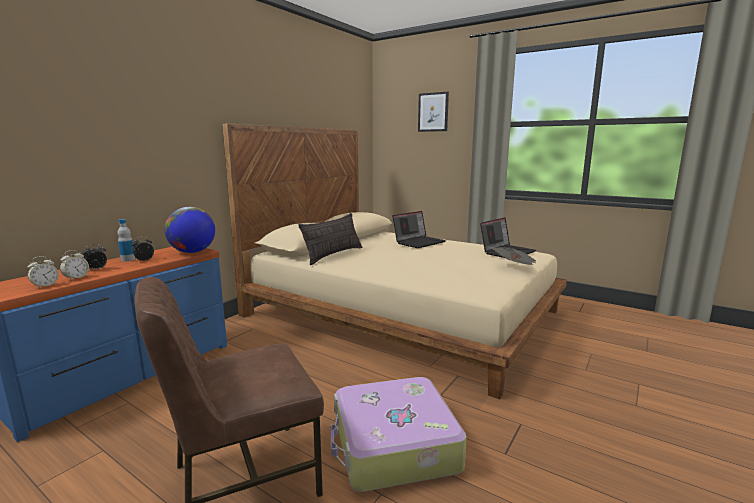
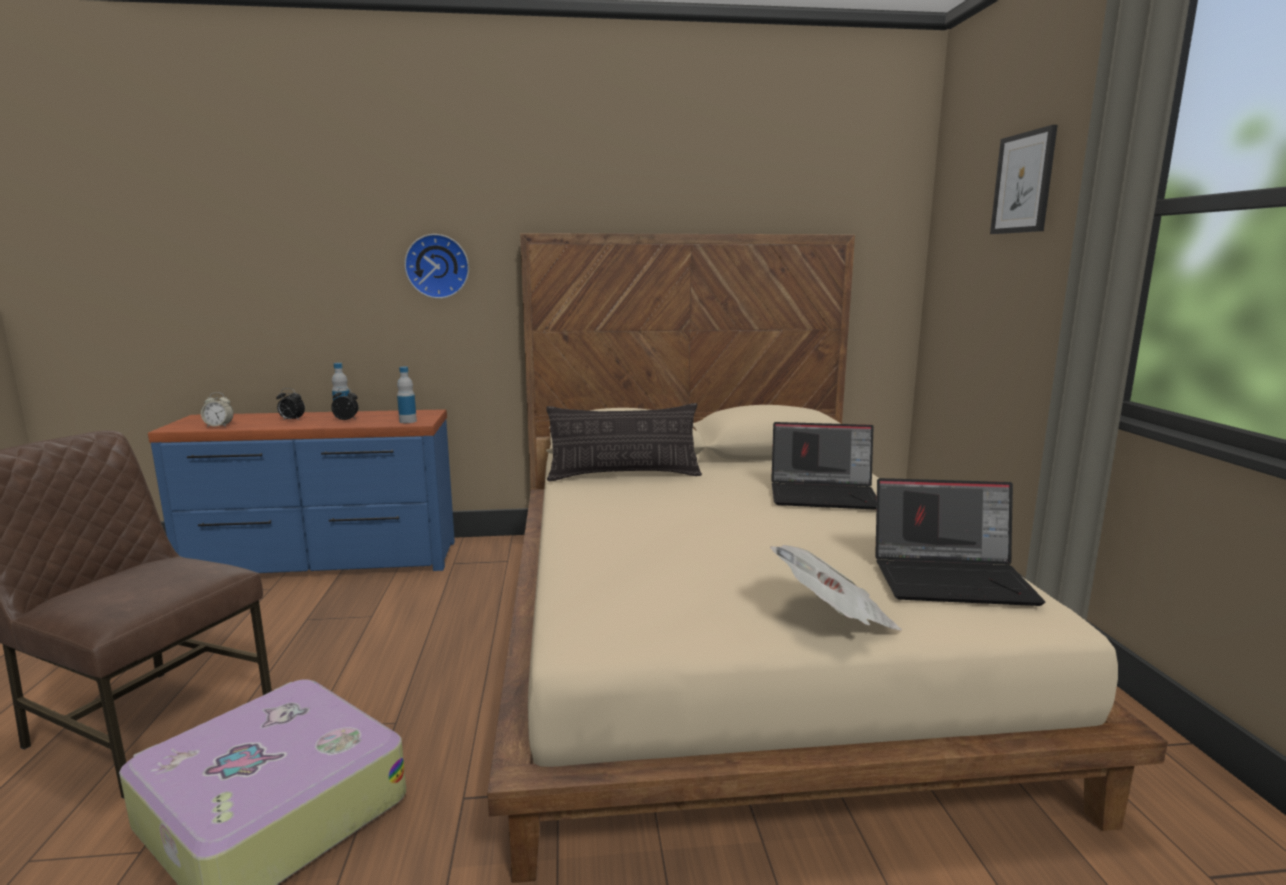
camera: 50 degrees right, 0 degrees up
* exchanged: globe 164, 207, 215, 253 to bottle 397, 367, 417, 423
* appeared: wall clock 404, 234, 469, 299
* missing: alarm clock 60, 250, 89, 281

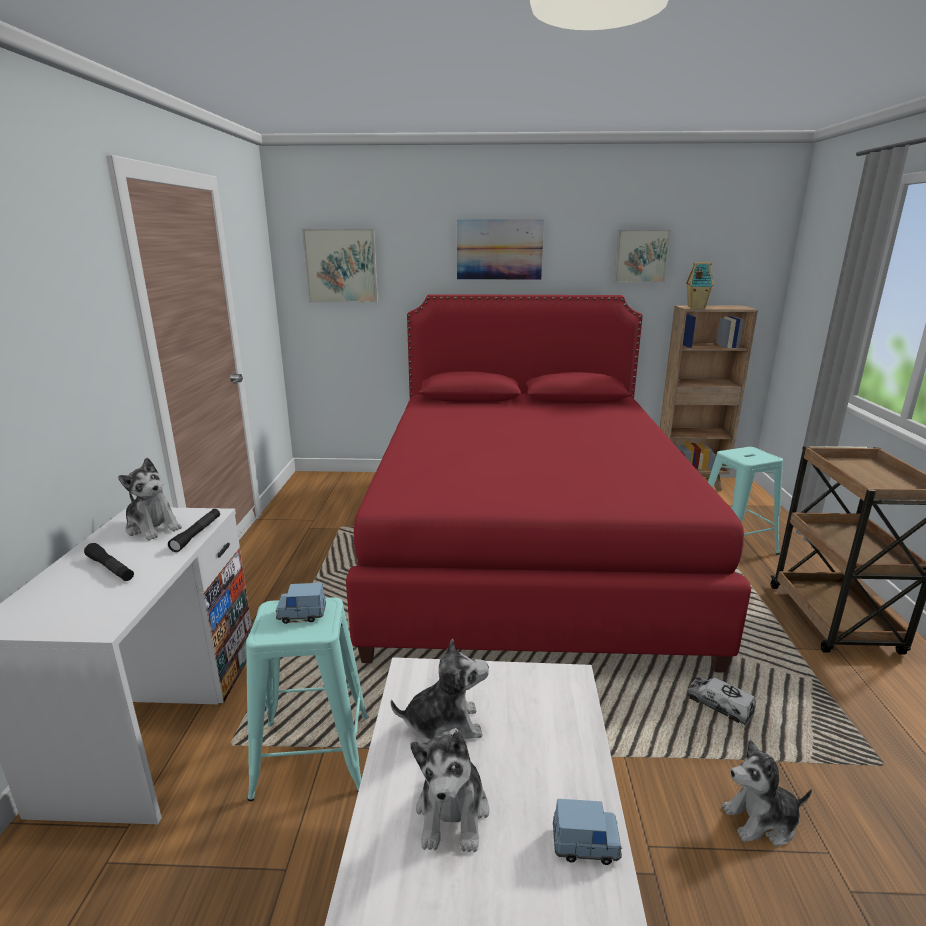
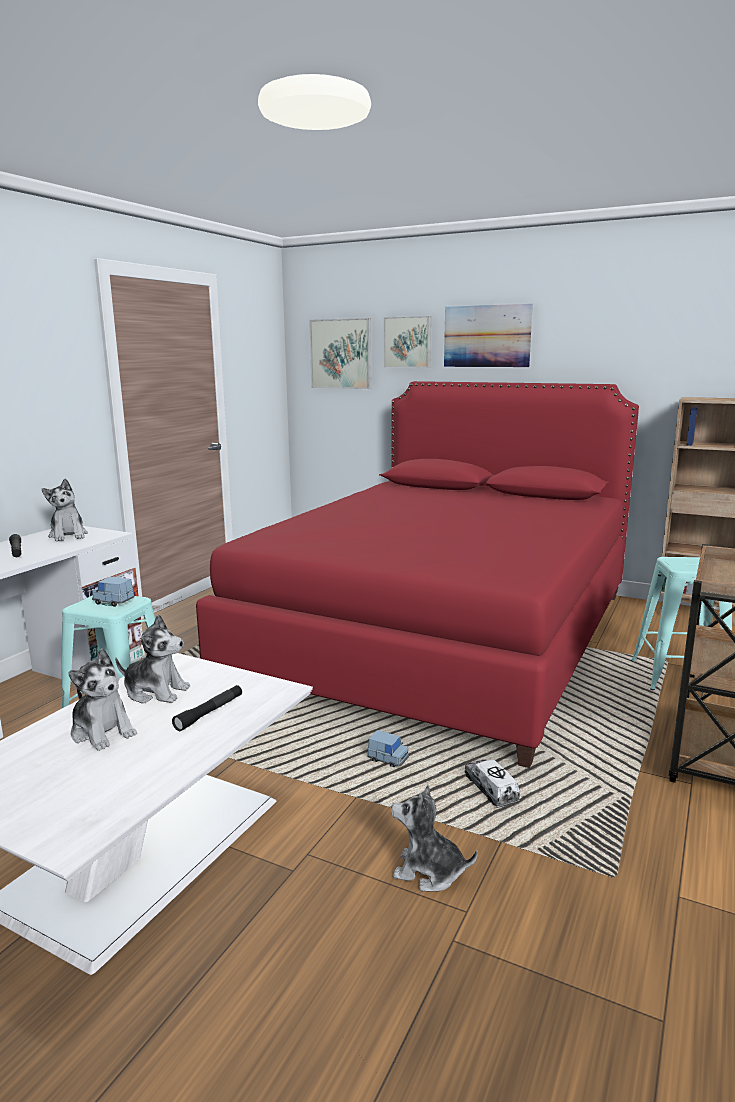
camera: 25 degrees right, 5 degrees down
* spun: plush toy 410, 730, 489, 853 = 68, 648, 137, 751 75 degrees counterclockwise
* relocated: flashlight (black) 168, 509, 220, 552 to 172, 685, 242, 731
* relocated: toy car (blue) 553, 799, 622, 865 to 367, 730, 409, 767
* relocated: picture 614, 230, 671, 283 to 384, 316, 431, 368
* missing: toy house 686, 262, 714, 309

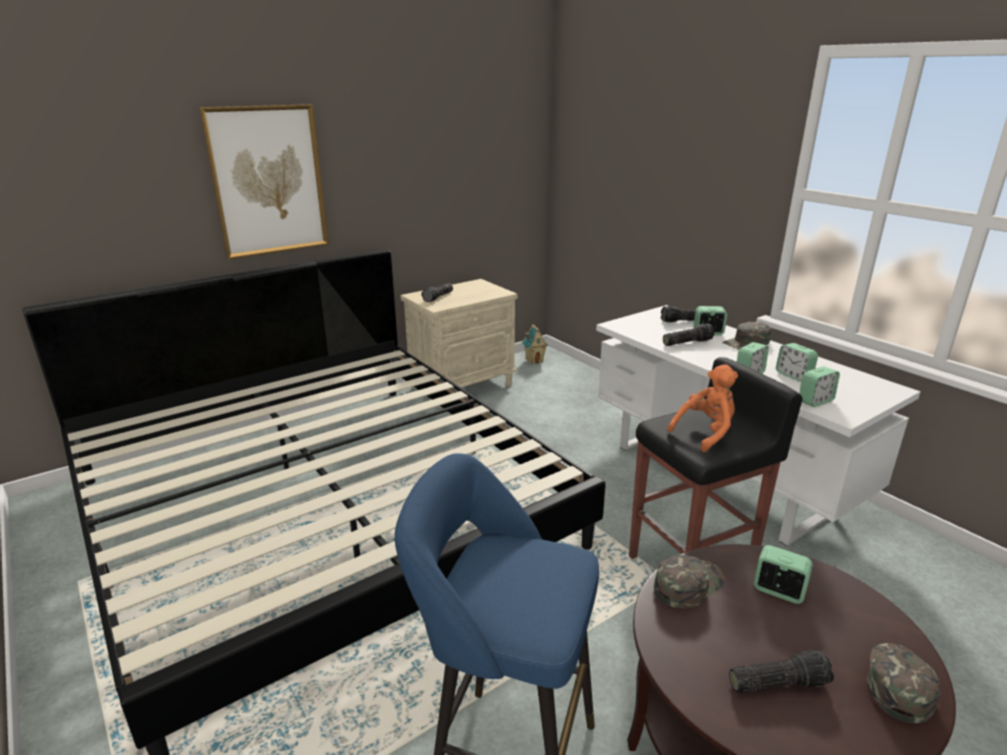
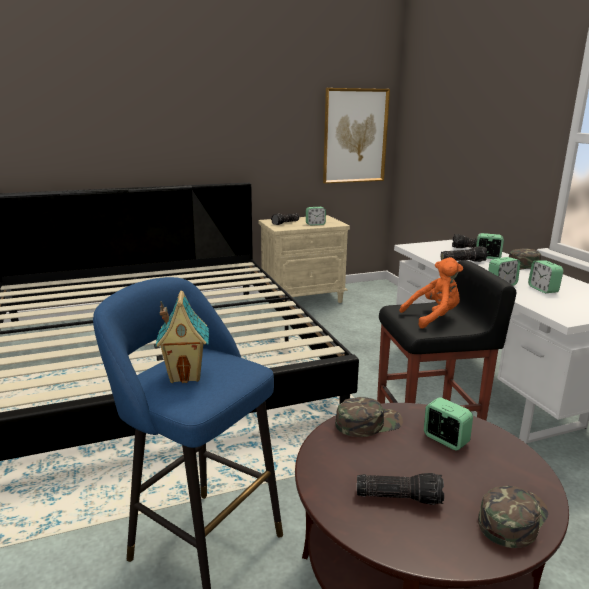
camera: 15 degrees right, 5 degrees down
* relocated: toy house 522, 324, 548, 365 to 155, 291, 209, 383
* relocated: alarm clock 799, 366, 840, 407 to 306, 207, 326, 226
* relocated: picture 199, 104, 329, 259 to 323, 88, 390, 184

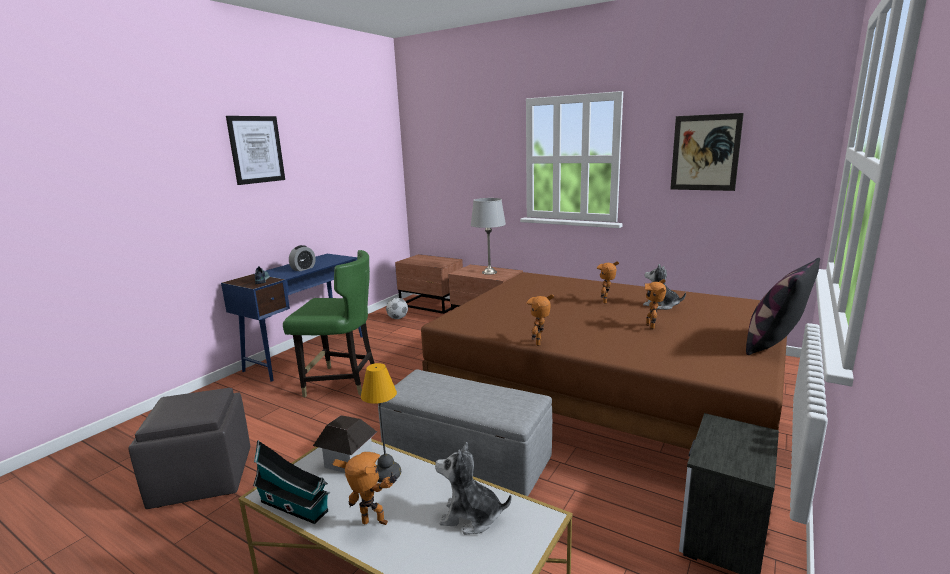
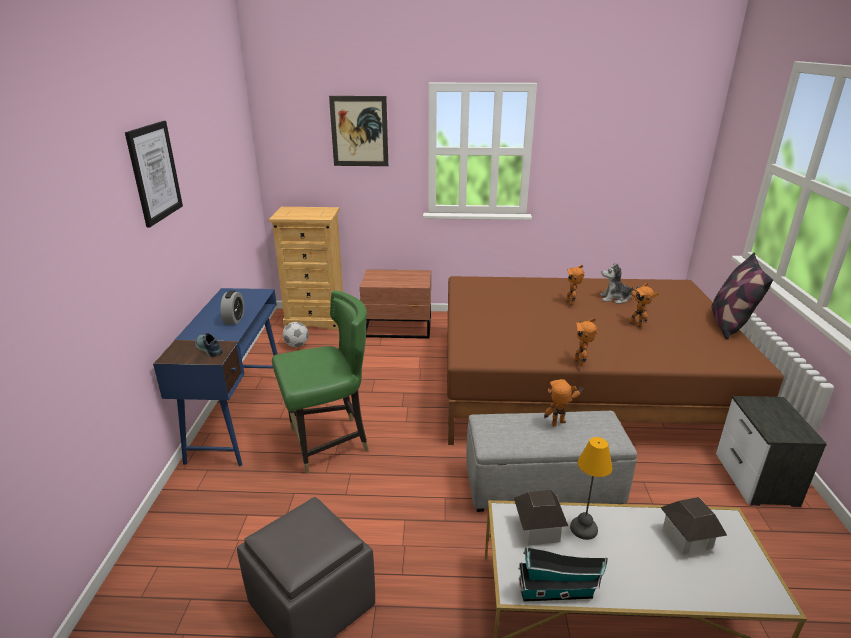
camera: 30 degrees left, 10 degrees up
* exchanged: nightstand (brown) 395, 254, 463, 314 to dresser (beige) 269, 207, 343, 330
* relocated: picture 670, 113, 744, 191 to 329, 96, 388, 166
* relocated: toy robot 333, 452, 399, 525 to 544, 379, 584, 427
* exchanged: plush toy 435, 442, 512, 535 to toy house 660, 497, 727, 555
* missing: table lamp (grey) 471, 198, 506, 275

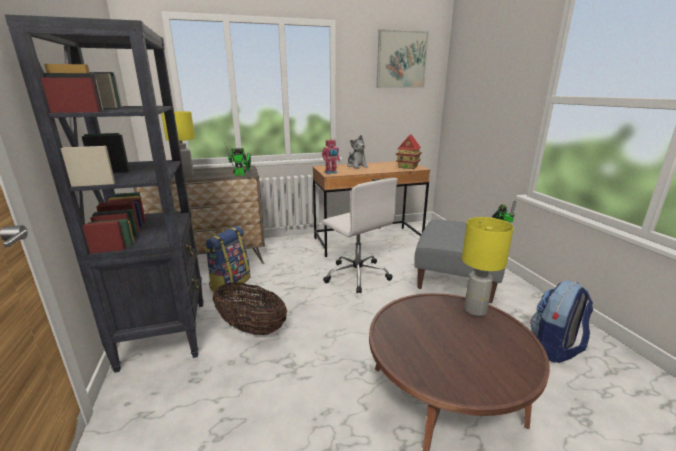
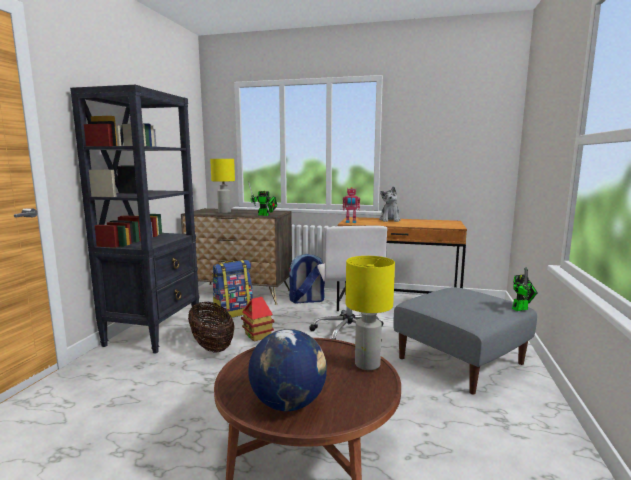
camera: 30 degrees right, 10 degrees down
* relocated: toy house 396, 134, 422, 169 to 241, 297, 275, 341
* appeared: globe 249, 329, 327, 411
* relocated: backpack 530, 280, 593, 363 to 289, 254, 325, 304
* missing: picture 376, 29, 429, 88

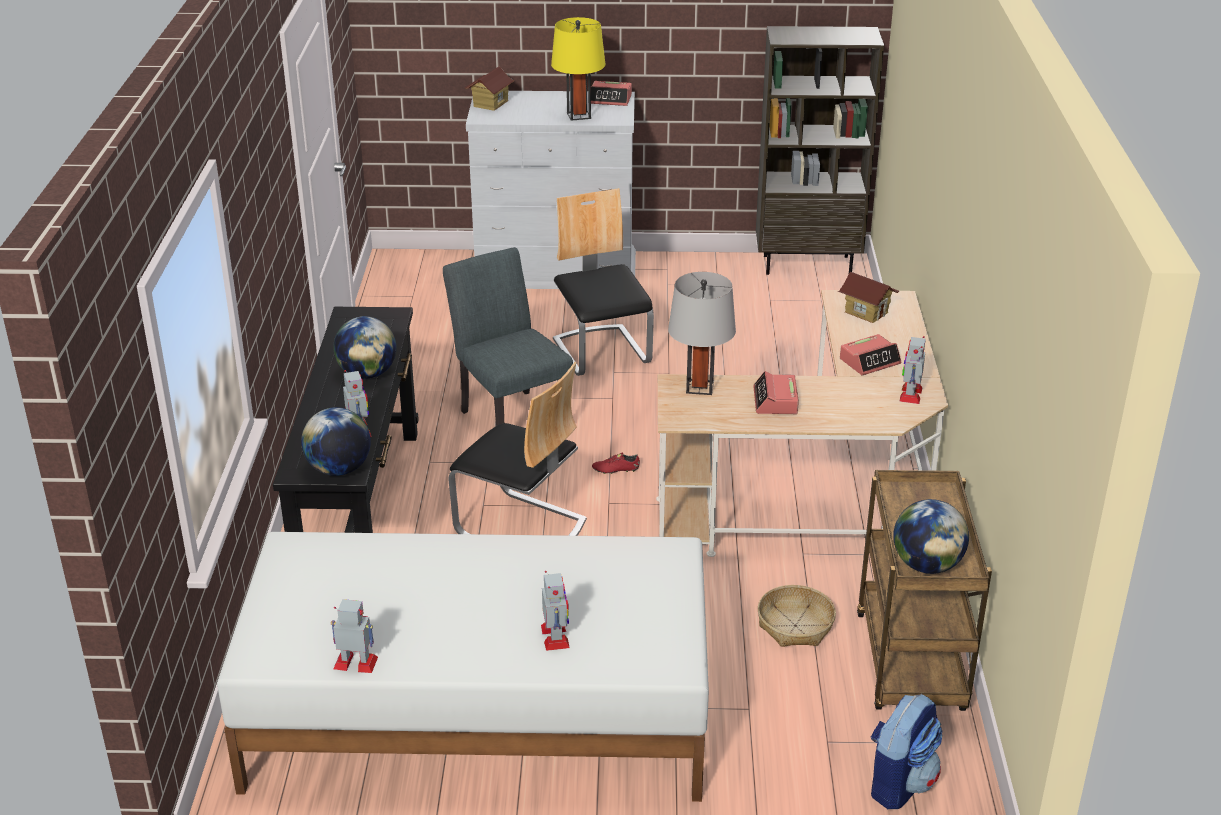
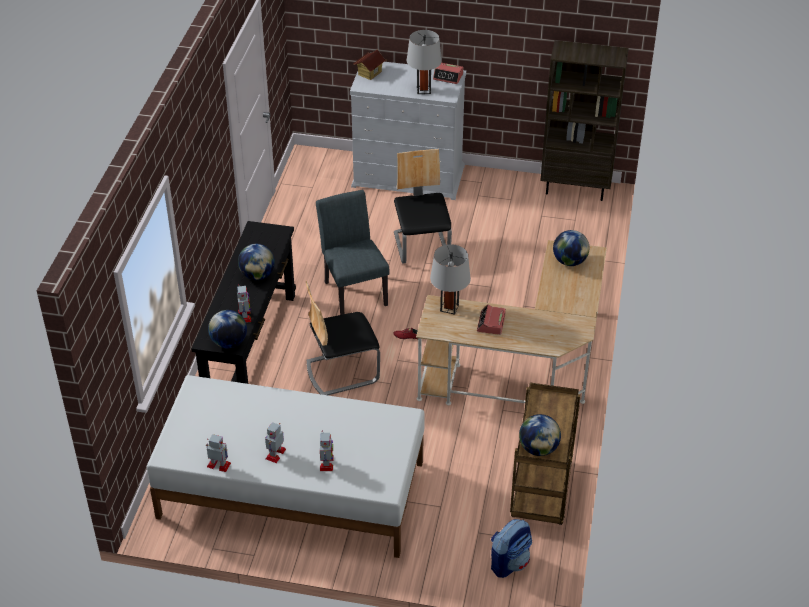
camera: 10 degrees right, 10 degrees up
* relocated: toy robot 900, 336, 926, 404 to 265, 422, 286, 463
* spun: chair 448, 362, 587, 536 = 306, 281, 380, 395 120 degrees clockwise
* colour: table lamp (yellow) 551, 17, 606, 121 to table lamp (grey) 407, 30, 442, 94
* exchanged: toy house 838, 272, 899, 323 to globe 553, 230, 589, 266
* missing: basket 758, 585, 836, 647
* missing: alarm clock 840, 334, 901, 376

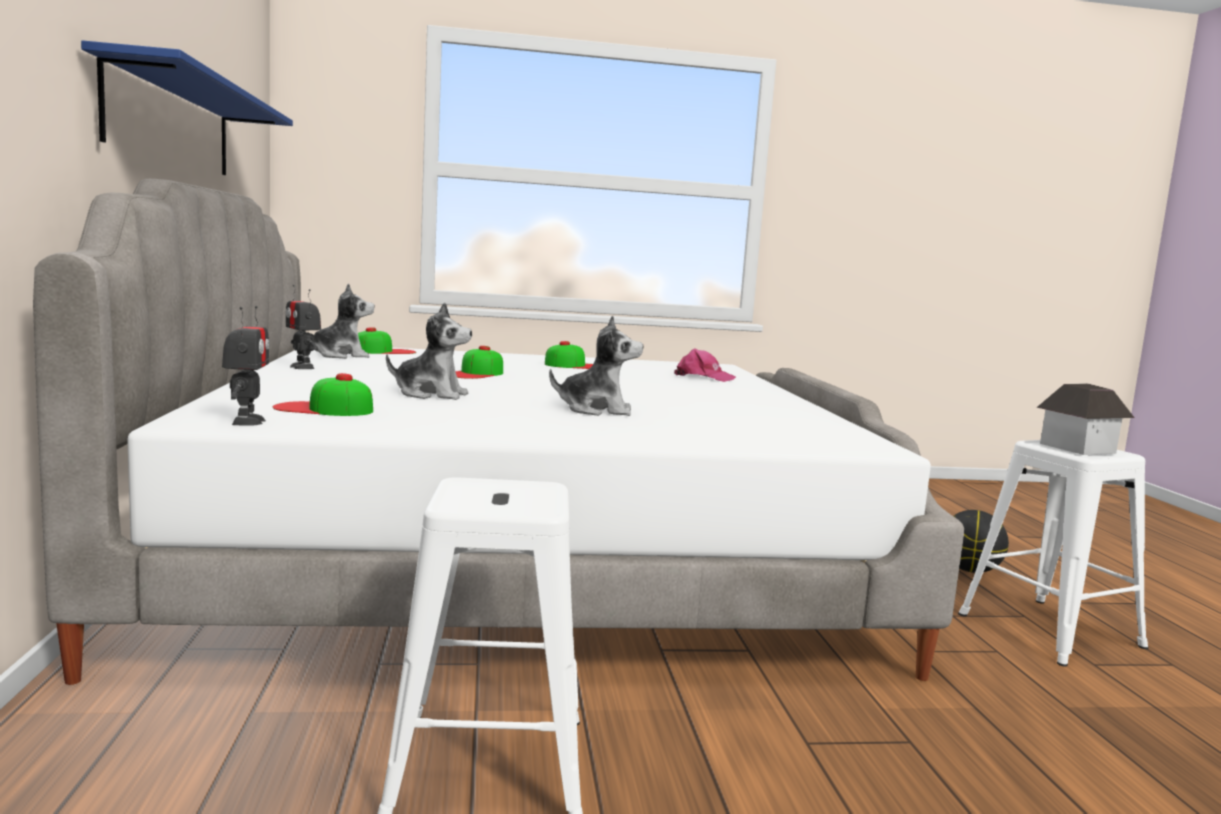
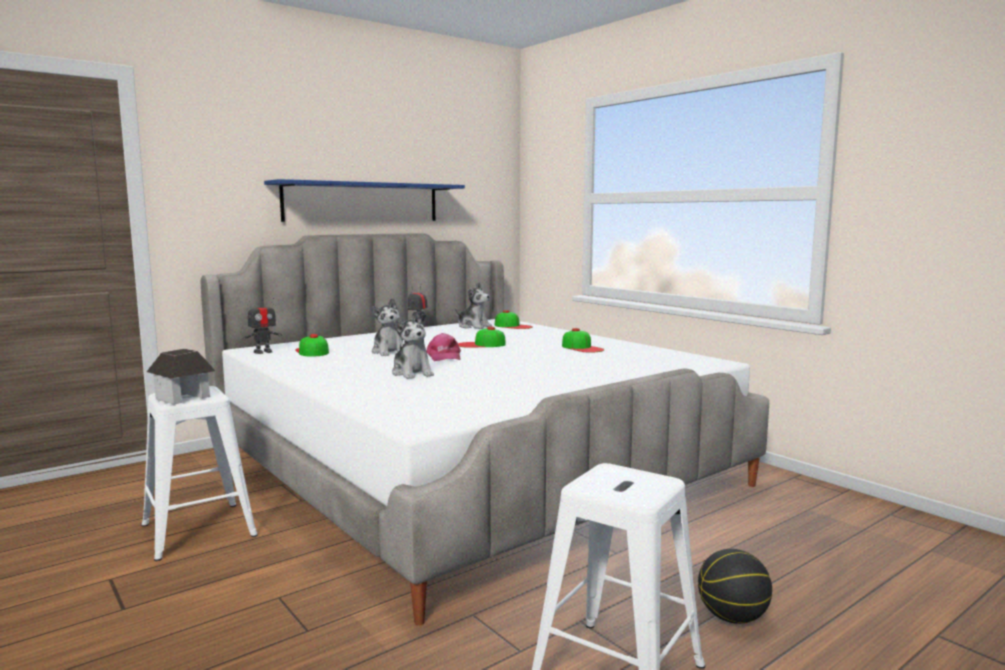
camera: 60 degrees right, 0 degrees up
* relocated: toy house 1036, 383, 1134, 455 to 147, 349, 215, 405
* relocated: cap (pink) 674, 348, 736, 382 to 426, 333, 461, 361

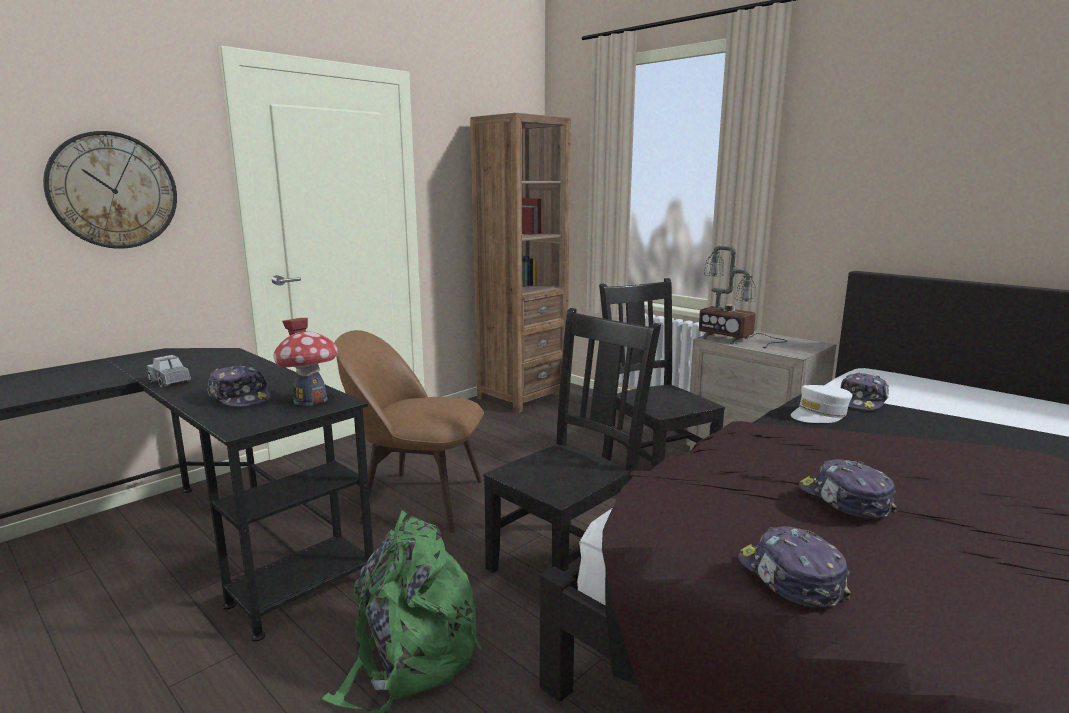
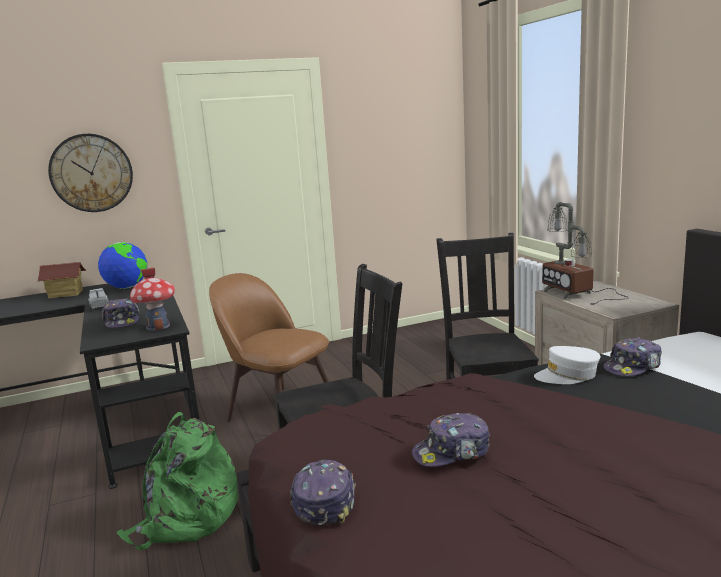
camera: 25 degrees right, 0 degrees up
* appeared: toy house 37, 262, 86, 299
* appeared: globe 98, 242, 147, 289
* spun: cap 799, 459, 897, 519 = 412, 413, 490, 467 105 degrees counterclockwise
* missing: bookcase (brown) 470, 113, 571, 413

